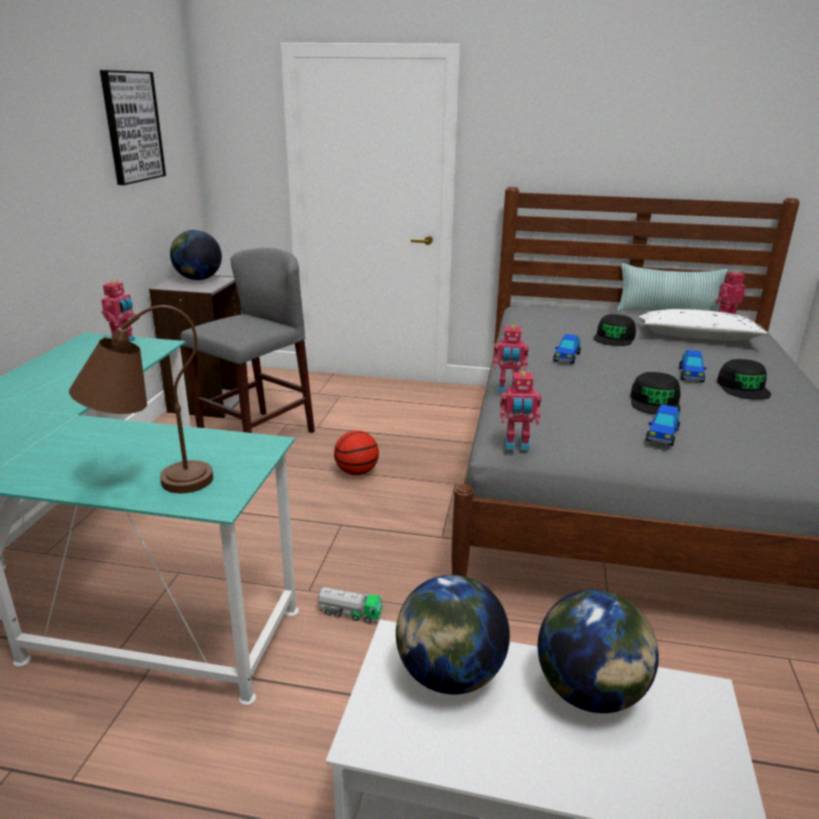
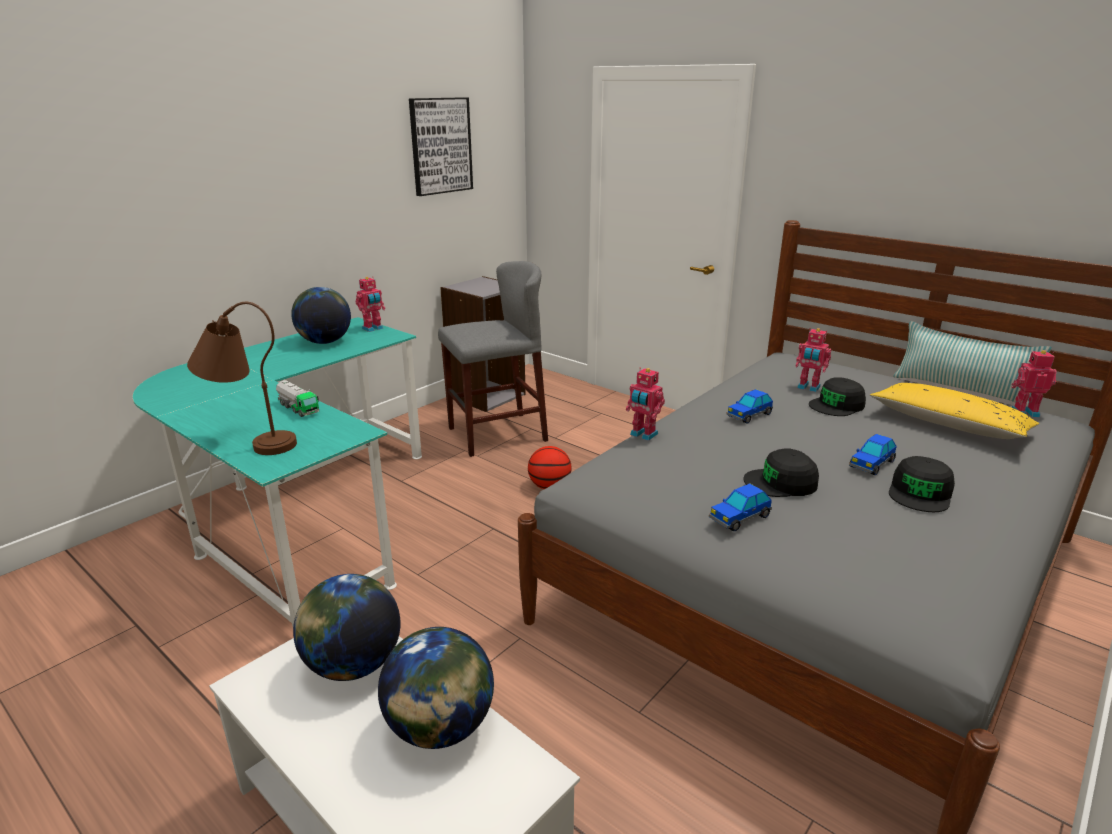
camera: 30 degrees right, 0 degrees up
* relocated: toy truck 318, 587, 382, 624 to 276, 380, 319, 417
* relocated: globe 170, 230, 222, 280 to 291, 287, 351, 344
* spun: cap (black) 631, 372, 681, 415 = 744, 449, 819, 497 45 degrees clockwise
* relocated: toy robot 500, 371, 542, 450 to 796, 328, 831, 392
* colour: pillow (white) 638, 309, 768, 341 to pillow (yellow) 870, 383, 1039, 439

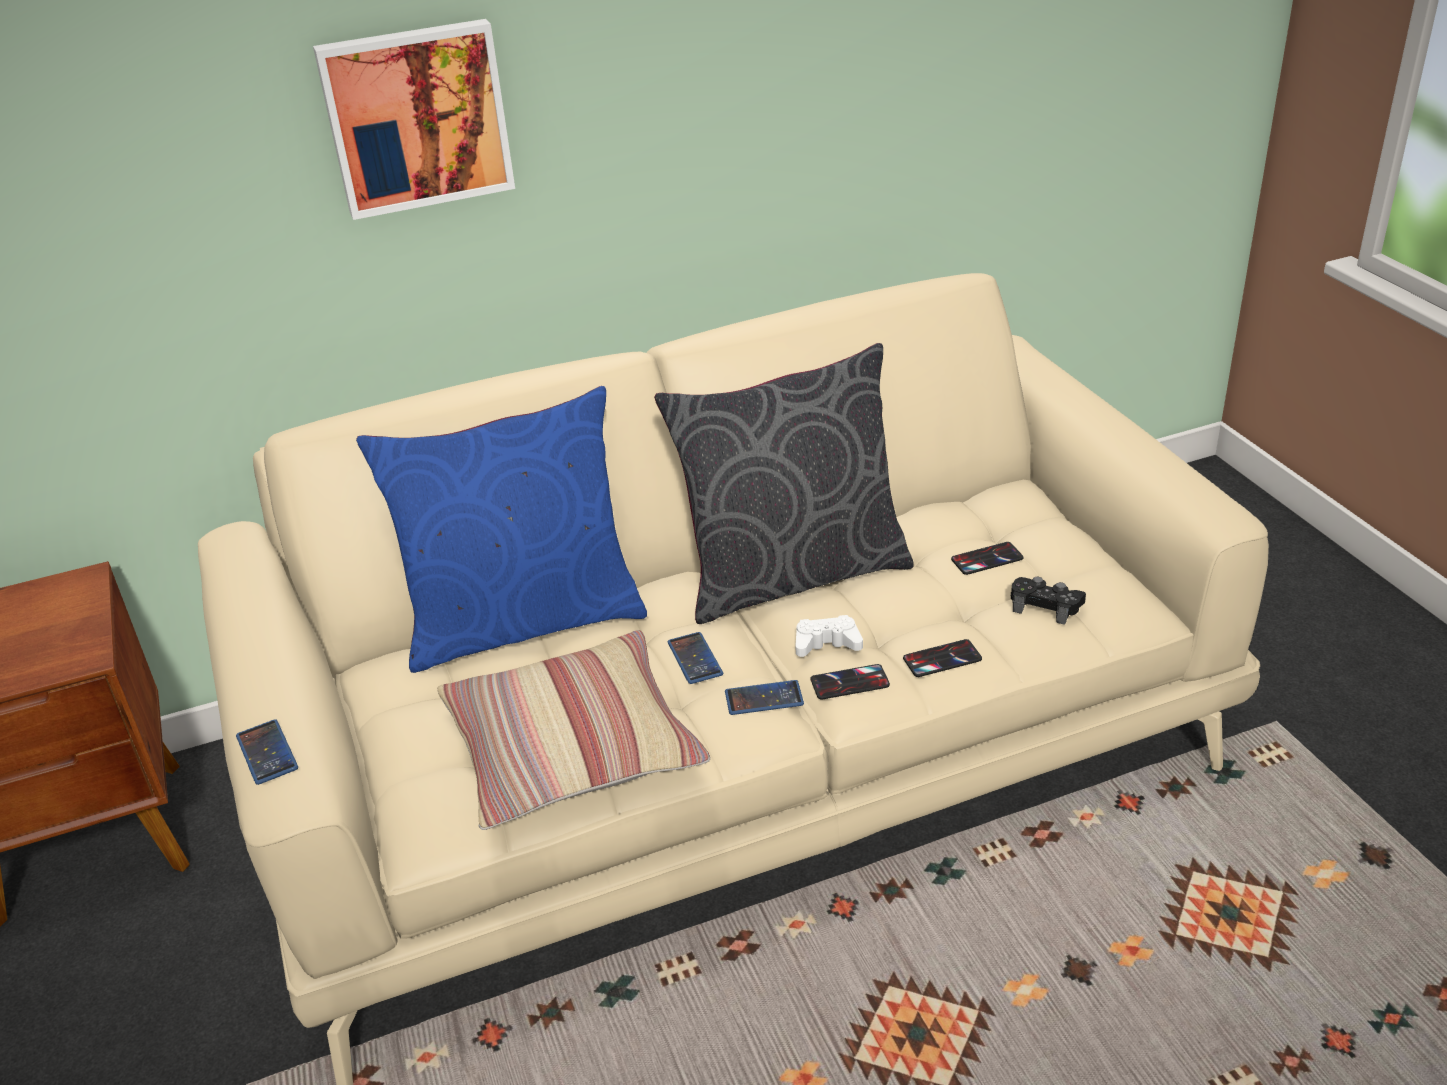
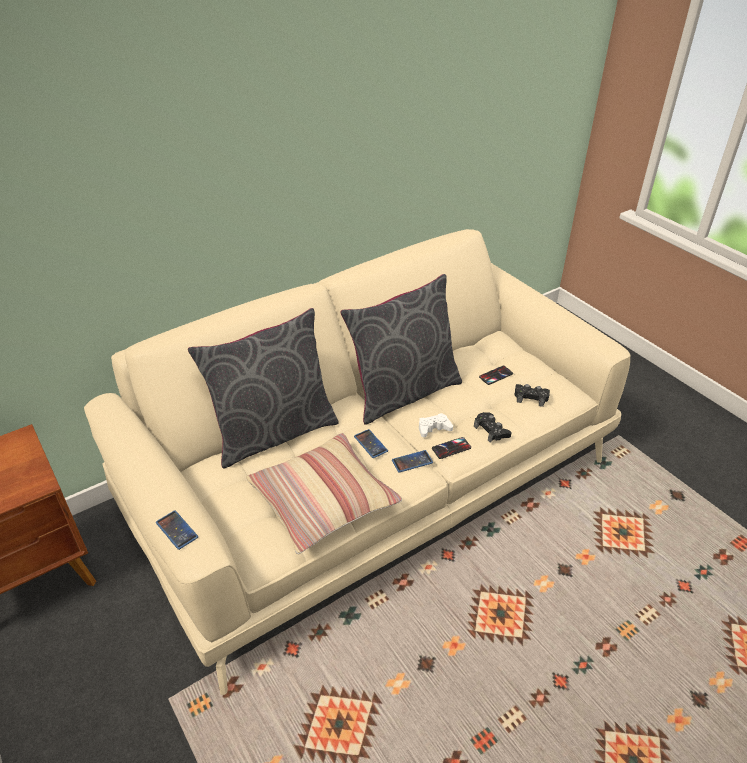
camera: 15 degrees left, 5 degrees up
* colour: pillow (blue) 356, 386, 647, 673 to pillow (grey) 188, 308, 338, 468
* exchanged: phone 903, 639, 982, 677 to game controller (black) 474, 412, 512, 443
* missing: picture 313, 19, 515, 220

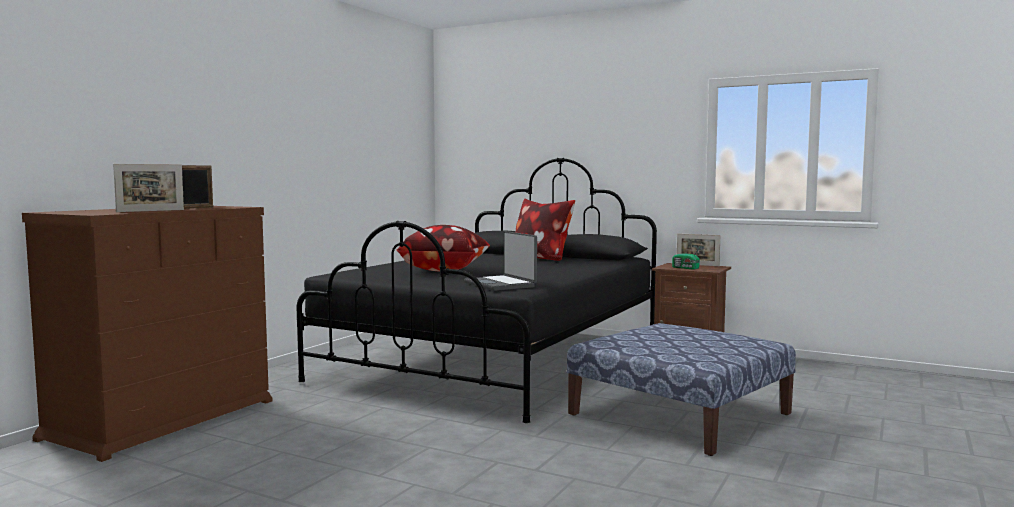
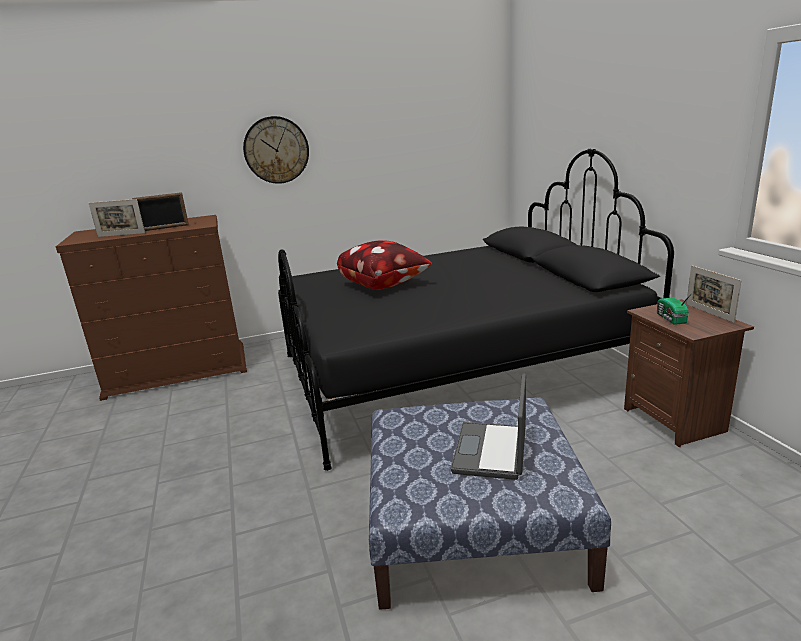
camera: 45 degrees right, 15 degrees up
* appeared: wall clock 243, 116, 309, 184
* relocated: laptop 464, 231, 537, 291 to 451, 373, 526, 480
* missing: pillow 515, 199, 575, 261

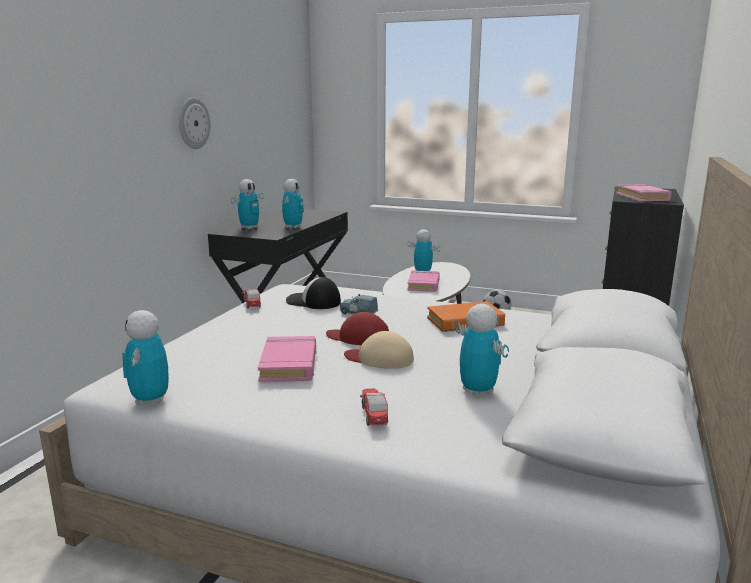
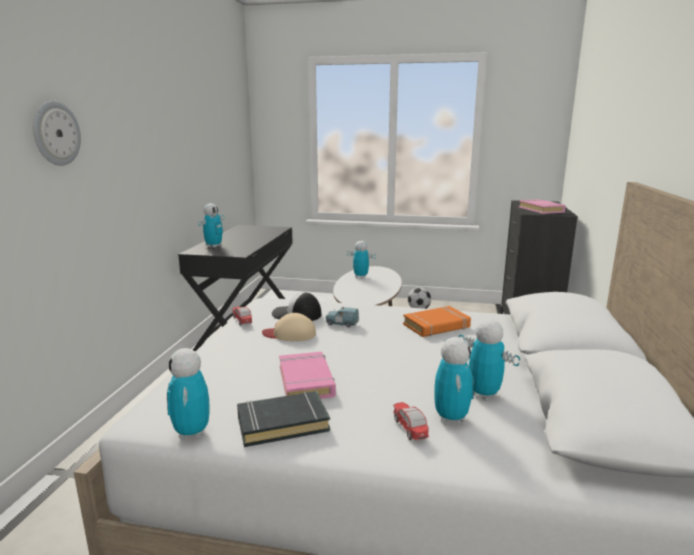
camera: 10 degrees left, 0 degrees up
* relocated: wall clock 179, 98, 210, 149 to 33, 101, 81, 166
* appeared: book (black) 237, 391, 330, 447
* relocated: cap (beige) 344, 331, 414, 369 to 262, 313, 316, 341
* relocated: toy robot 282, 179, 304, 228 to 434, 337, 474, 424
* missing: cap (red) 326, 312, 389, 345
* missing: book (pink) 407, 270, 440, 292

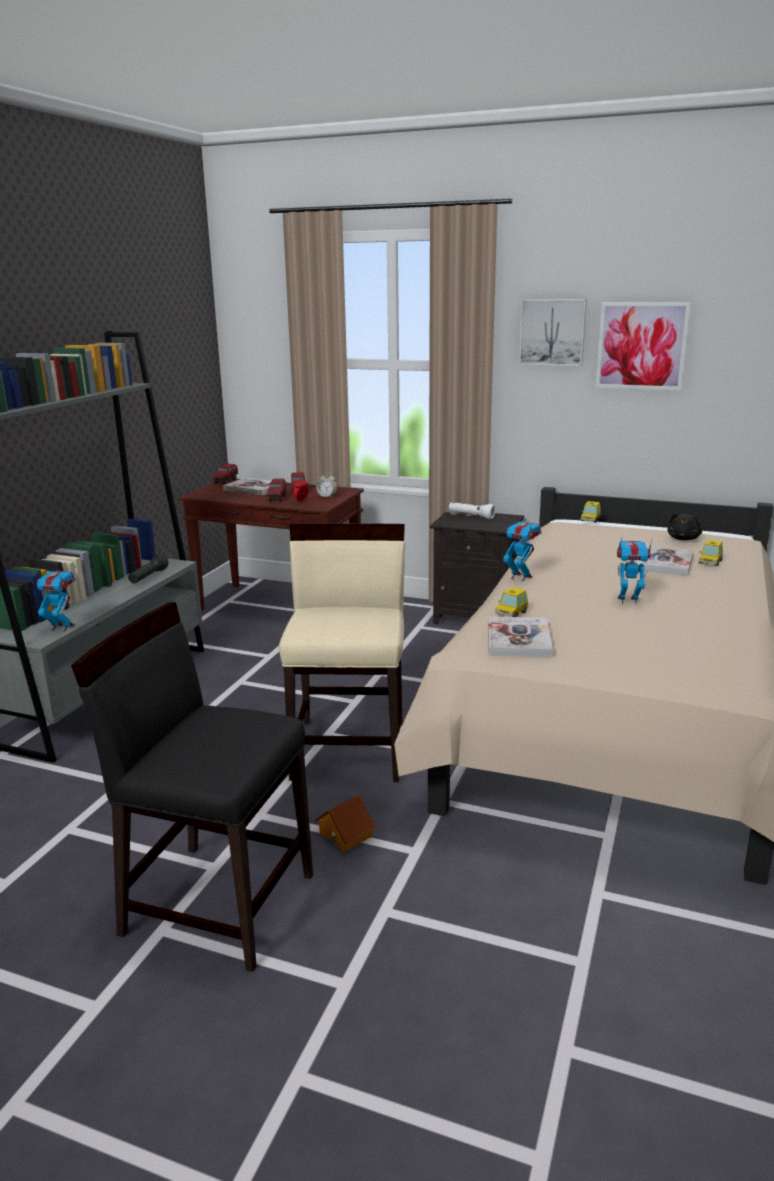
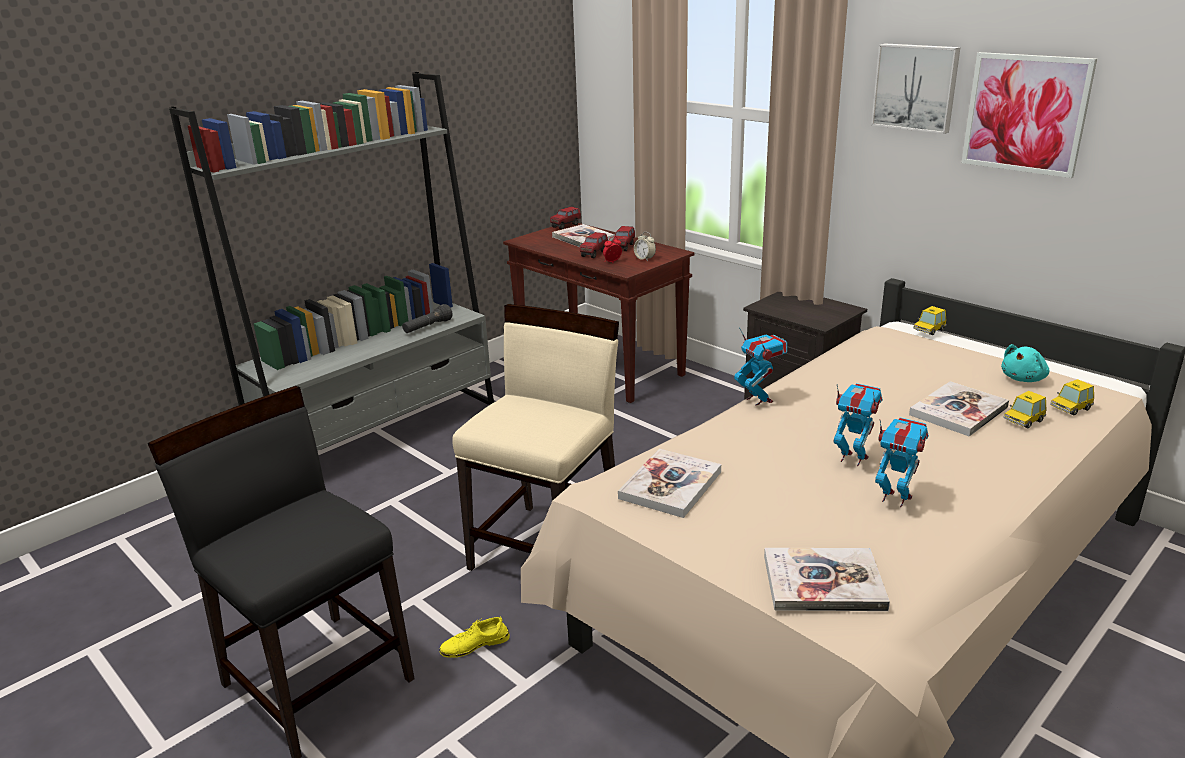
camera: 25 degrees right, 5 degrees up
* exchanged: toy house 315, 795, 376, 852 to shoe (yellow) 439, 616, 510, 658
* appeared: book 764, 548, 890, 611
* relocated: toy robot 31, 569, 76, 632 to 875, 417, 929, 507
* colour: plush toy (black) 667, 513, 702, 540 to plush toy (turquoise) 1001, 344, 1049, 382
* relocated: toy car 495, 587, 528, 617 to 1050, 379, 1094, 415
* missing: flashlight (white) 449, 502, 495, 519

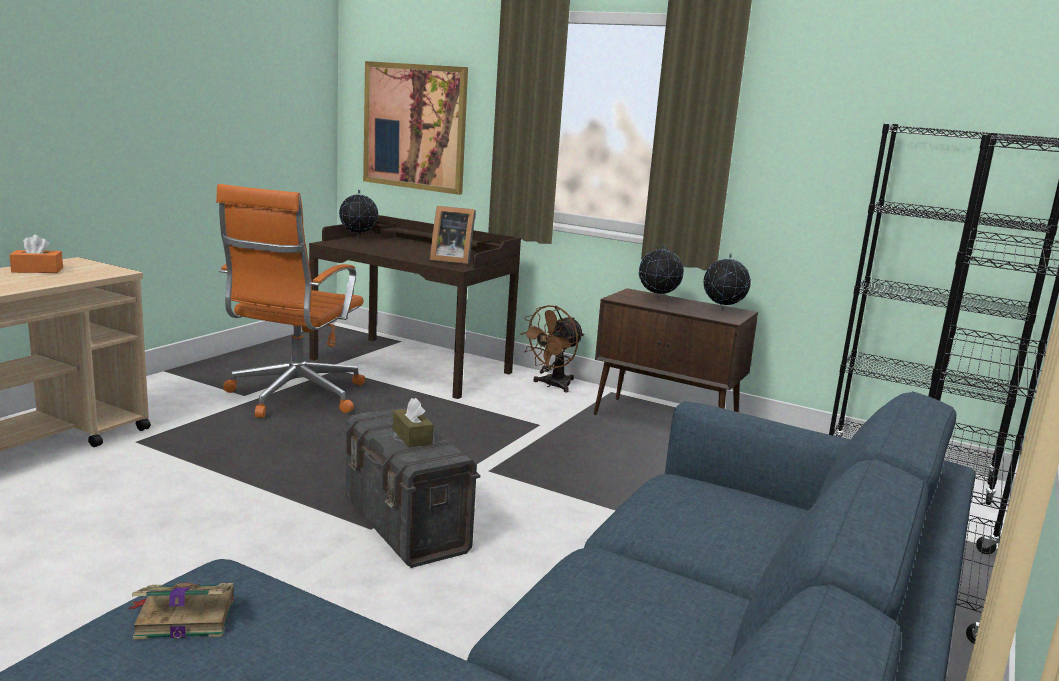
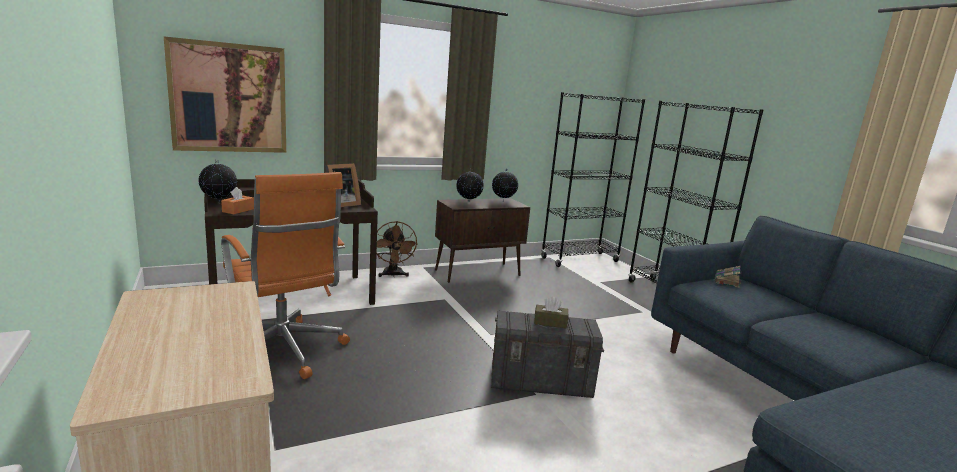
camera: 55 degrees left, 0 degrees up
* relocated: tissue box (orange) 9, 235, 63, 273 to 221, 187, 254, 214
* relocated: book 128, 582, 234, 640 to 715, 266, 742, 288

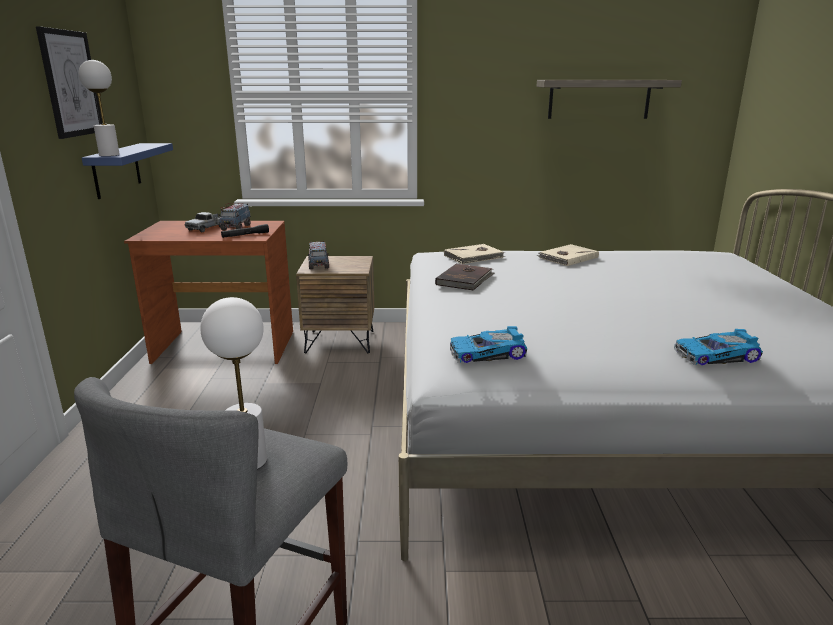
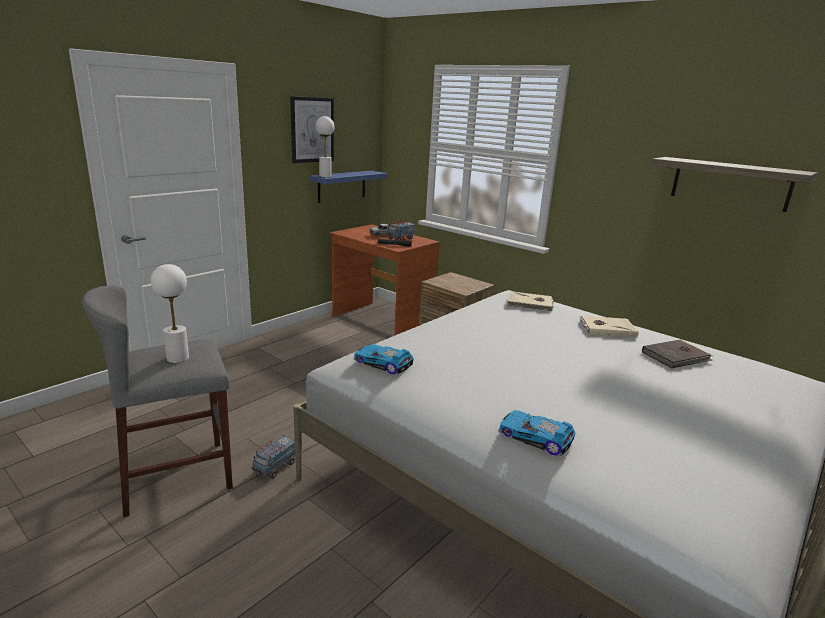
camera: 40 degrees right, 0 degrees up
* relocated: toy truck 308, 241, 329, 269 to 252, 435, 295, 479
* relocated: book (brown) 435, 263, 495, 291 to 642, 340, 713, 368

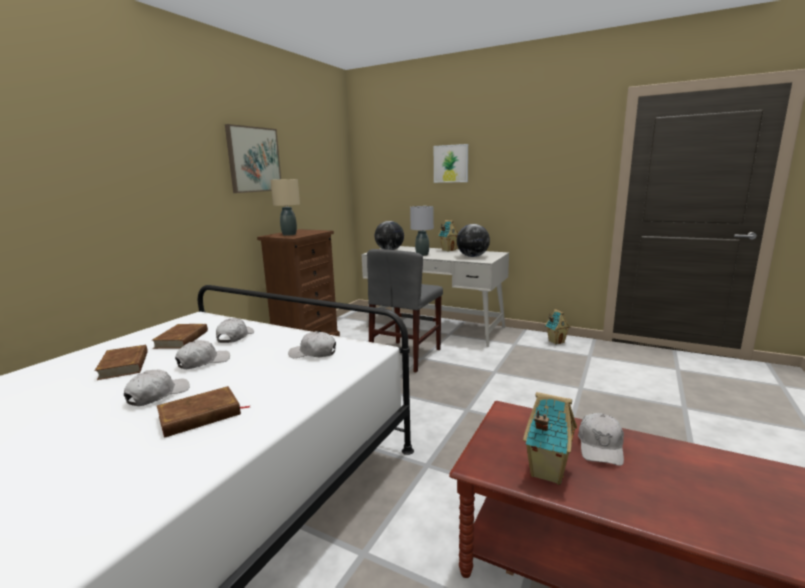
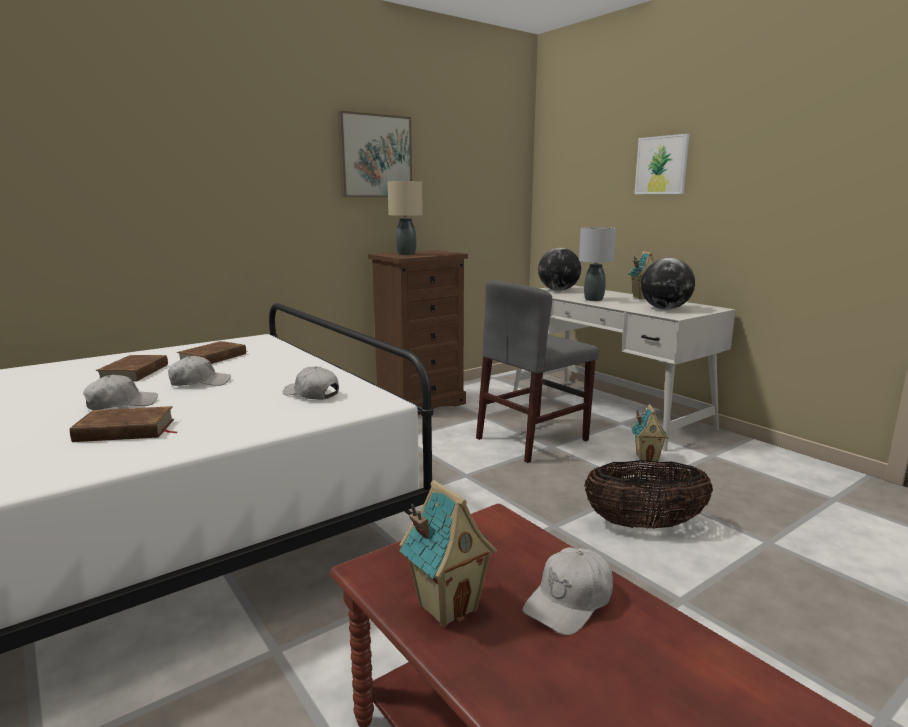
camera: 25 degrees right, 0 degrees up
* appeared: basket 584, 460, 713, 529
* relocated: toy house 545, 309, 571, 345 to 631, 404, 669, 462
* missing: cap (white) 216, 318, 254, 343

